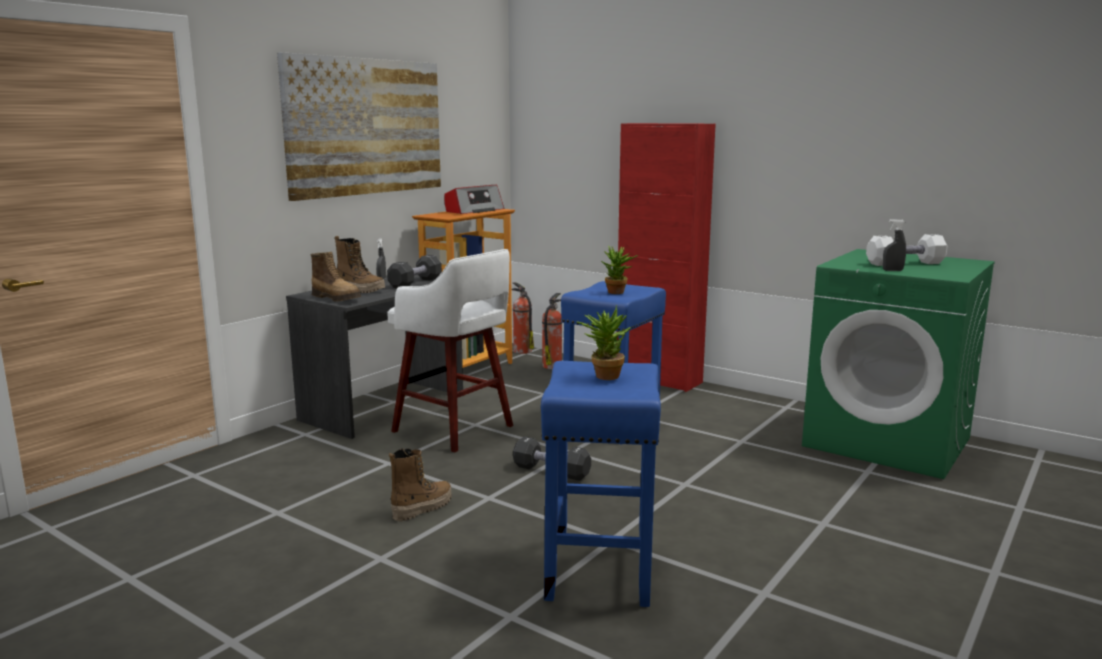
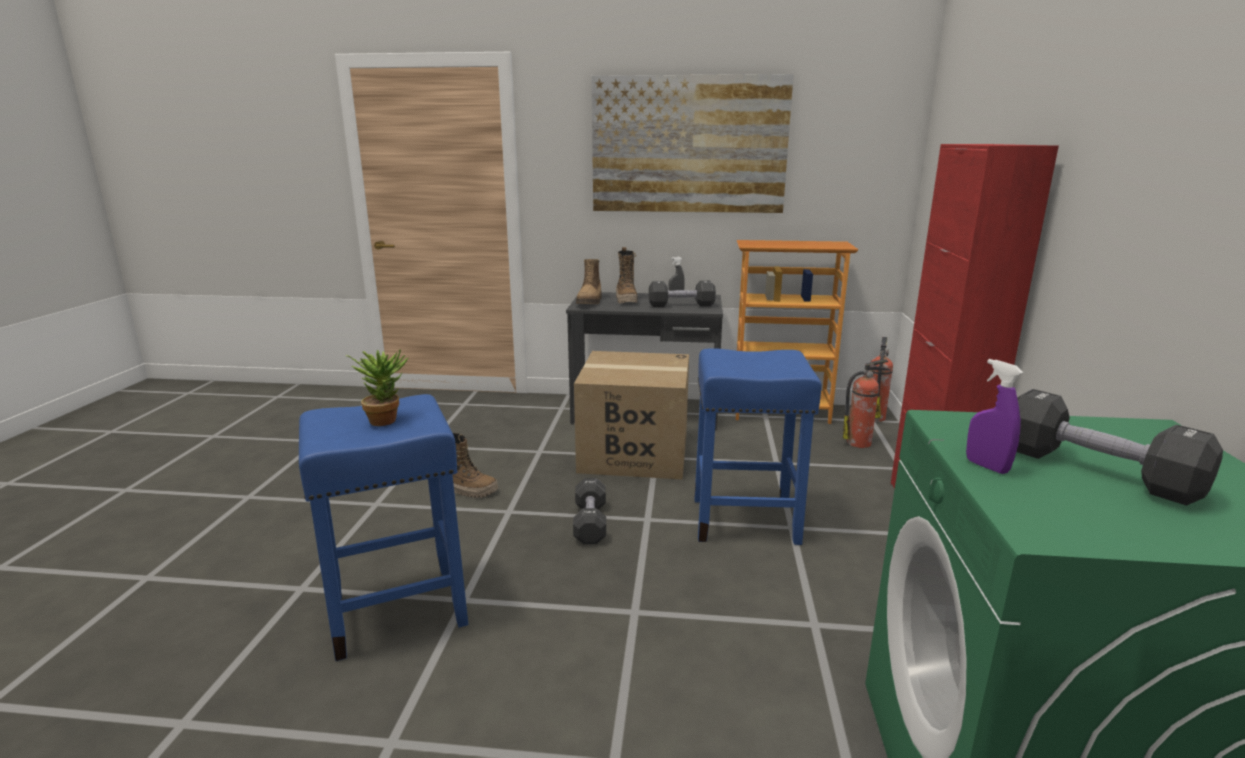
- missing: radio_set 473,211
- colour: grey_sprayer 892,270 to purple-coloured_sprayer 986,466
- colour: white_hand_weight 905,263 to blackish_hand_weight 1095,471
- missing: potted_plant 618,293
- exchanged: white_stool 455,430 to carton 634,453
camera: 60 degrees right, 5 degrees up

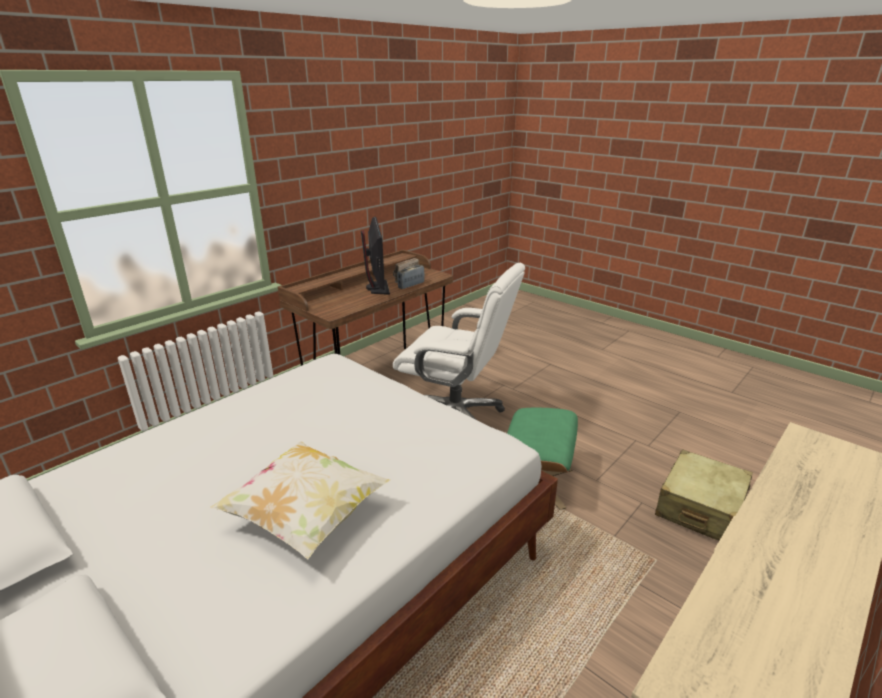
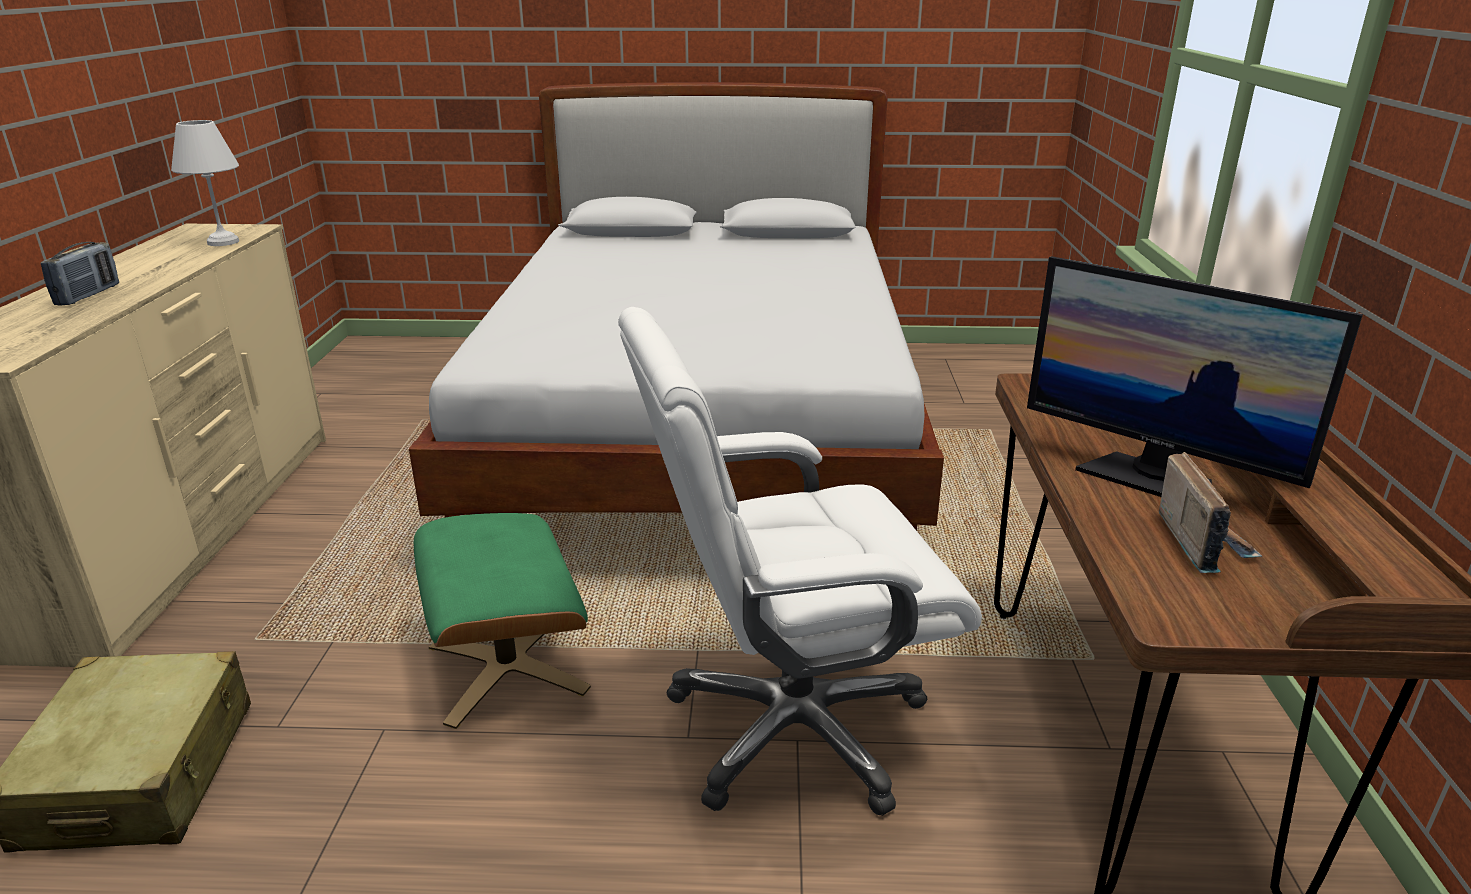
- relocated: radio_set 411,285 to 88,295
- missing: cushion 306,517
- appeared: white_table_lamp 224,242
camera: 140 degrees right, 0 degrees up

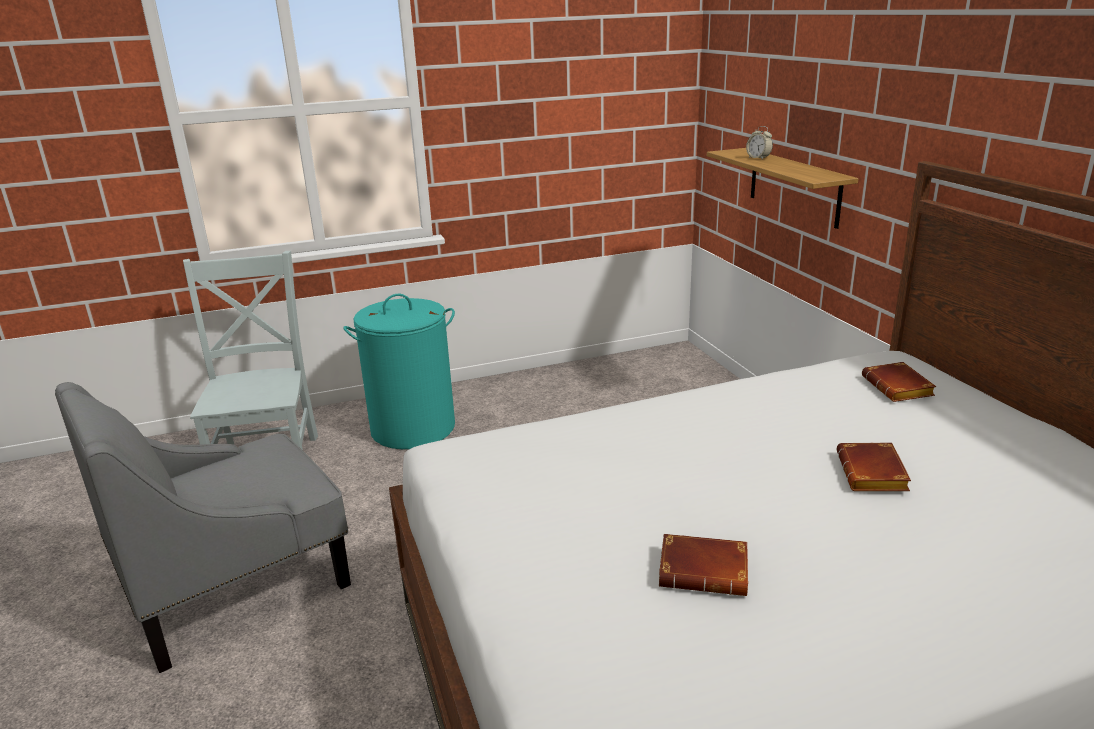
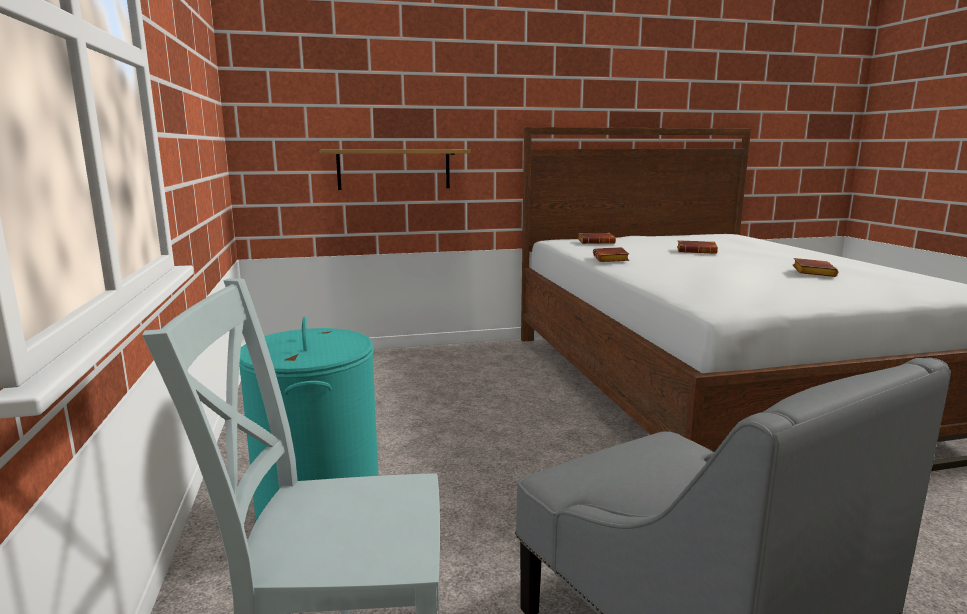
- missing: bedside_clock 758,158
- appeared: brown-coloured_bound_book 612,259
camera: 85 degrees left, 10 degrees down

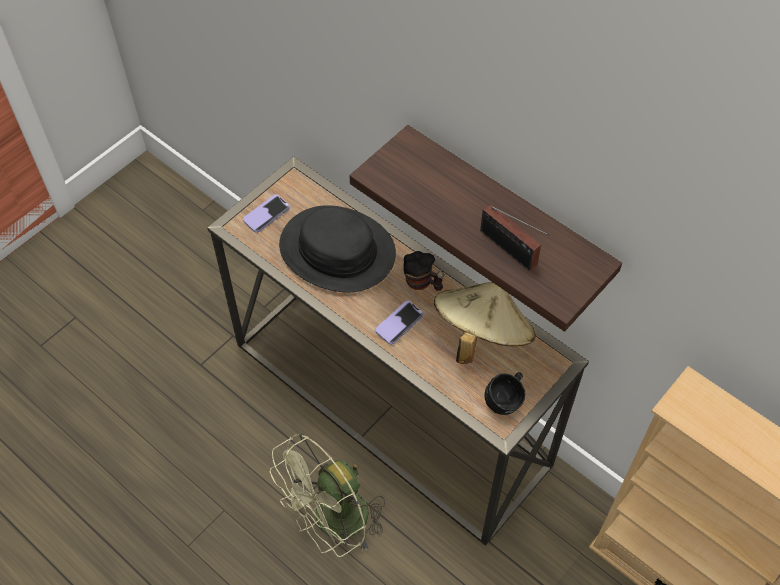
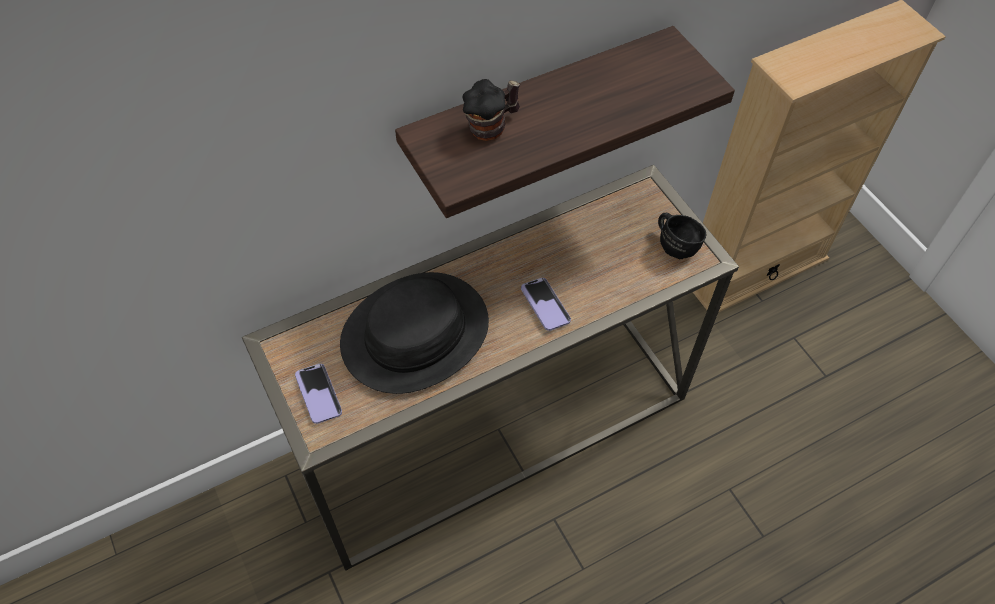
- missing: radio_set 510,250
- relocated: coffee_mug 422,283 to 492,126
- missing: sand-coloured_clothing_hat 481,335
- missing: green_electric_fan 333,523
camera: 70 degrees left, 0 degrees up

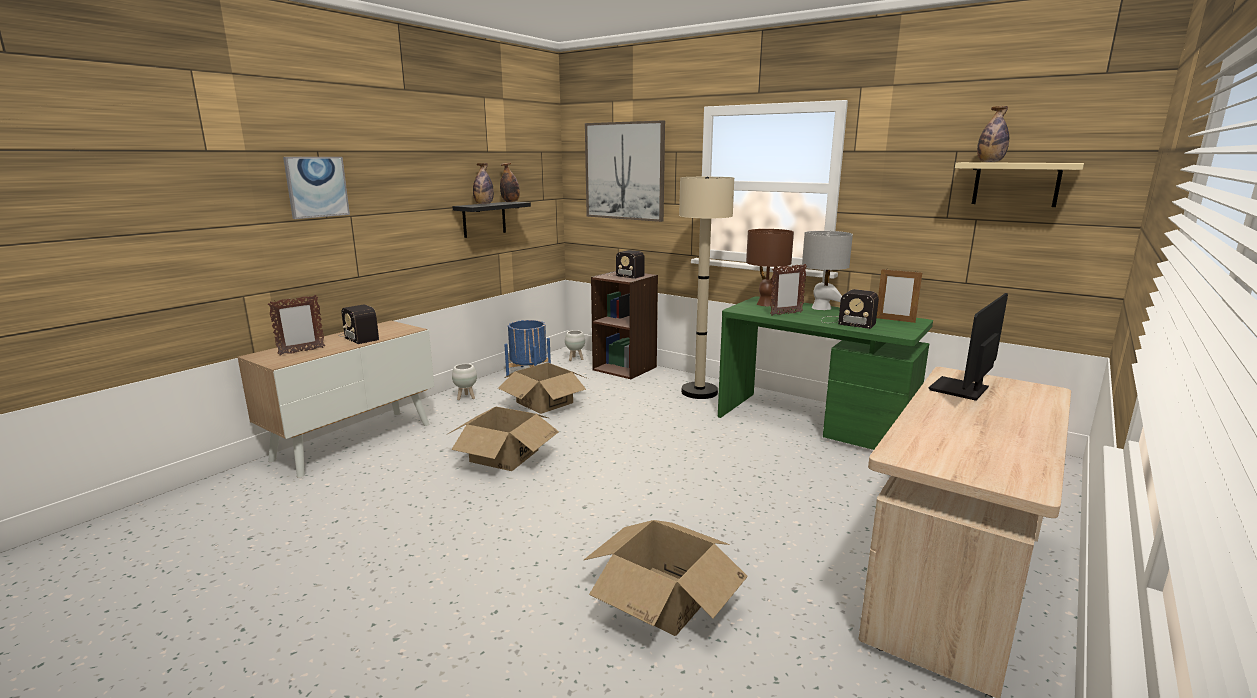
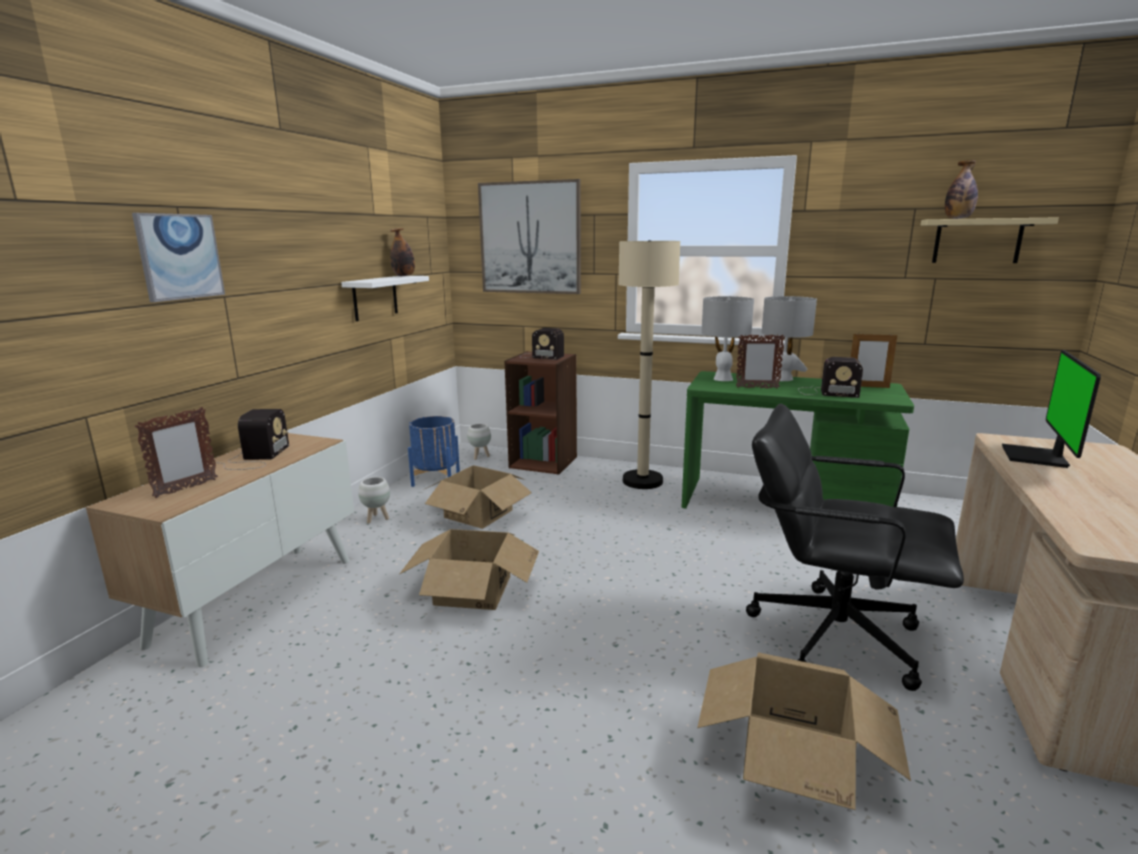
- missing: beverage_bottle 484,204
- colour: blackish_shelf 484,219 to white_shelf 375,297
- colour: brown-coloured_table_lamp 765,304 to grey_table_lamp 723,379
- spun: picture_frame 786,314 = 757,388 45 degrees clockwise
- spun: radio_set 359,336 = 256,458 120 degrees counterclockwise
- appeared: blackish_office_chair 833,635
camera: 15 degrees left, 0 degrees up

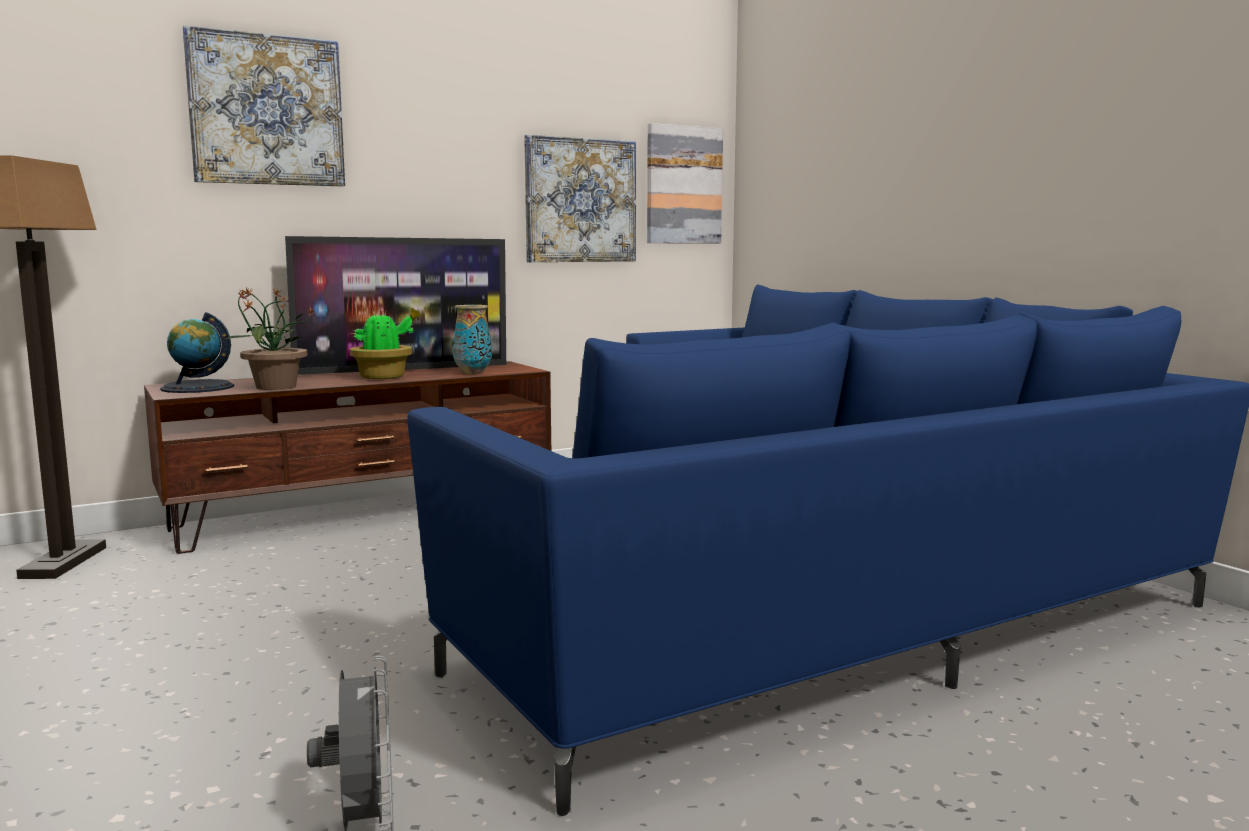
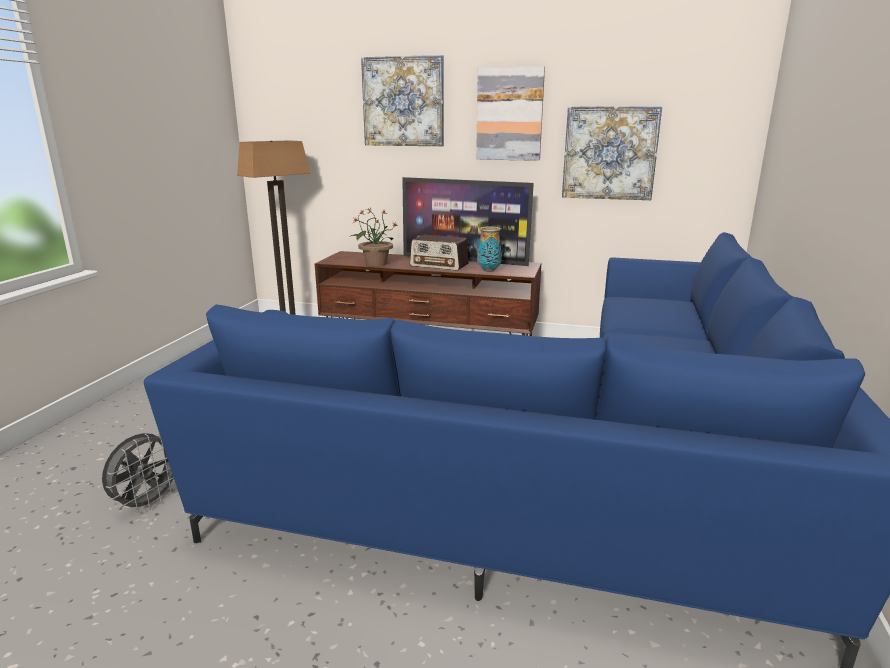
- relocated: picture 683,185 to 509,114
- exchanged: potted_plant 384,377 to radio_set 439,265
- missing: globe 197,387
camera: 45 degrees right, 10 degrees up

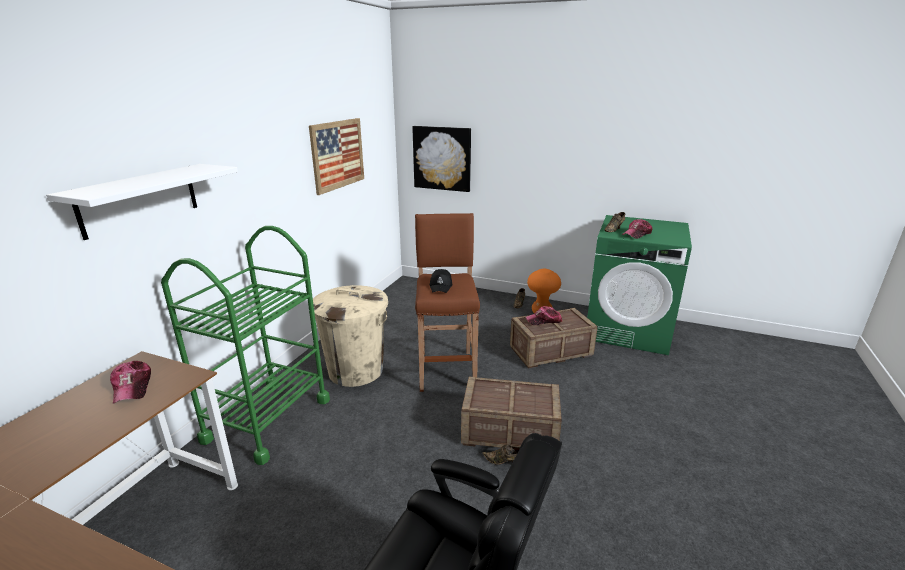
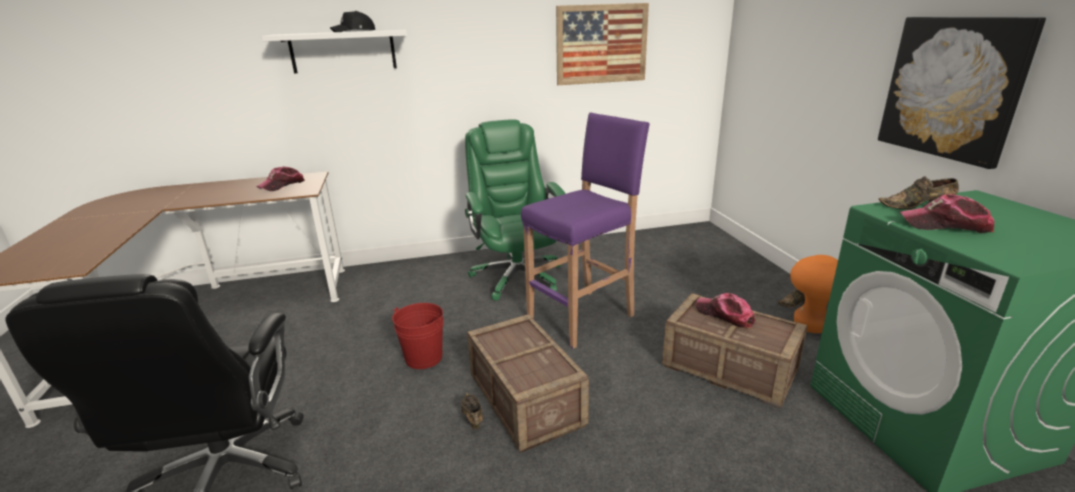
- relocated: picture 442,158 to 952,88
- colour: brown-coloured_stool 446,369 to purple-coloured_stool 583,316
- missing: green_trolley 268,419
- relocated: blackish_peaked_cap 441,286 to 354,31
- exchanged: sand-coloured_trash_can 355,370 to green_office_chair 517,276
- appeared: reddish_bucket 423,358
camera: 55 degrees right, 0 degrees up

